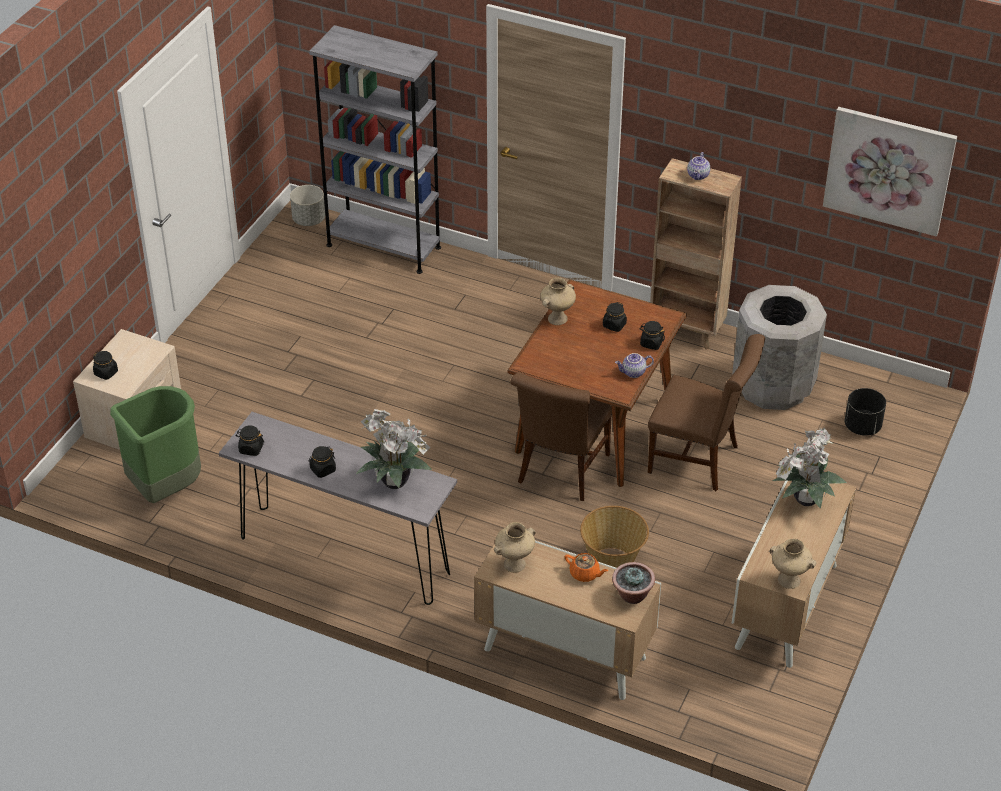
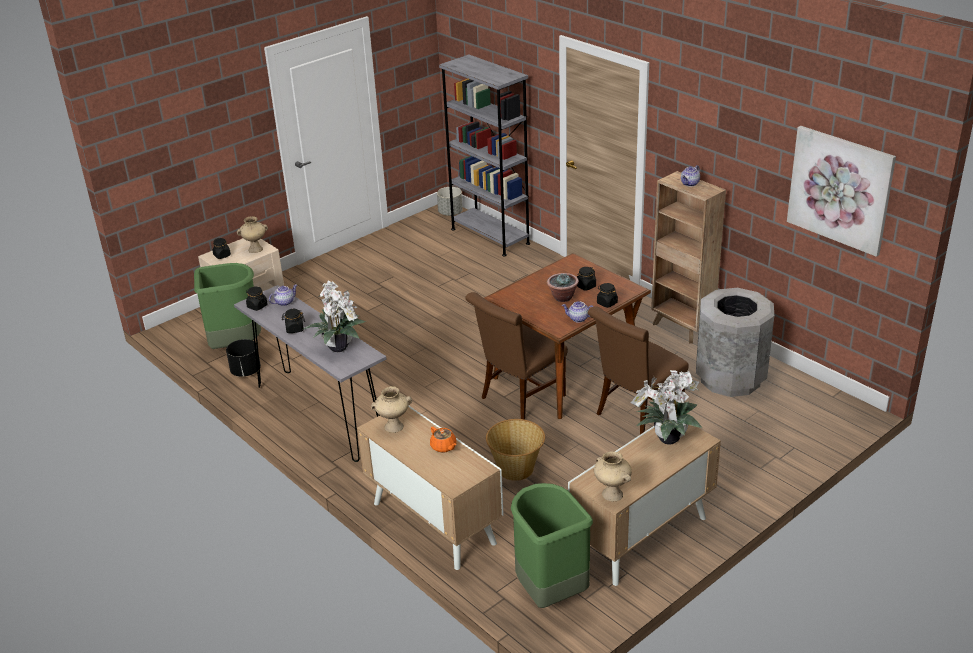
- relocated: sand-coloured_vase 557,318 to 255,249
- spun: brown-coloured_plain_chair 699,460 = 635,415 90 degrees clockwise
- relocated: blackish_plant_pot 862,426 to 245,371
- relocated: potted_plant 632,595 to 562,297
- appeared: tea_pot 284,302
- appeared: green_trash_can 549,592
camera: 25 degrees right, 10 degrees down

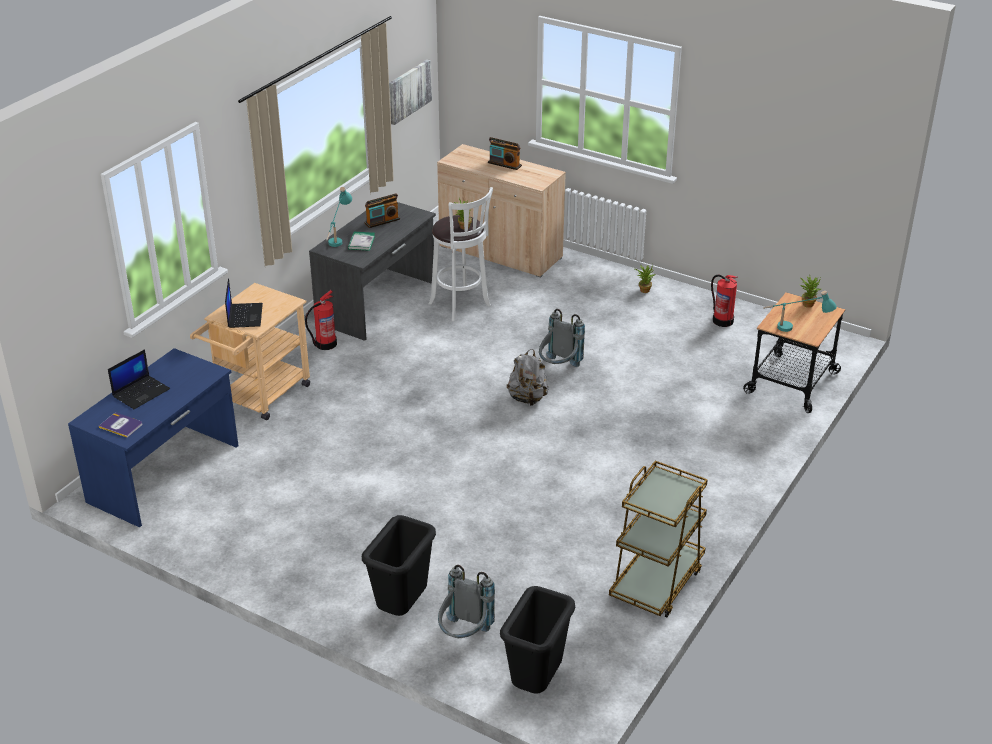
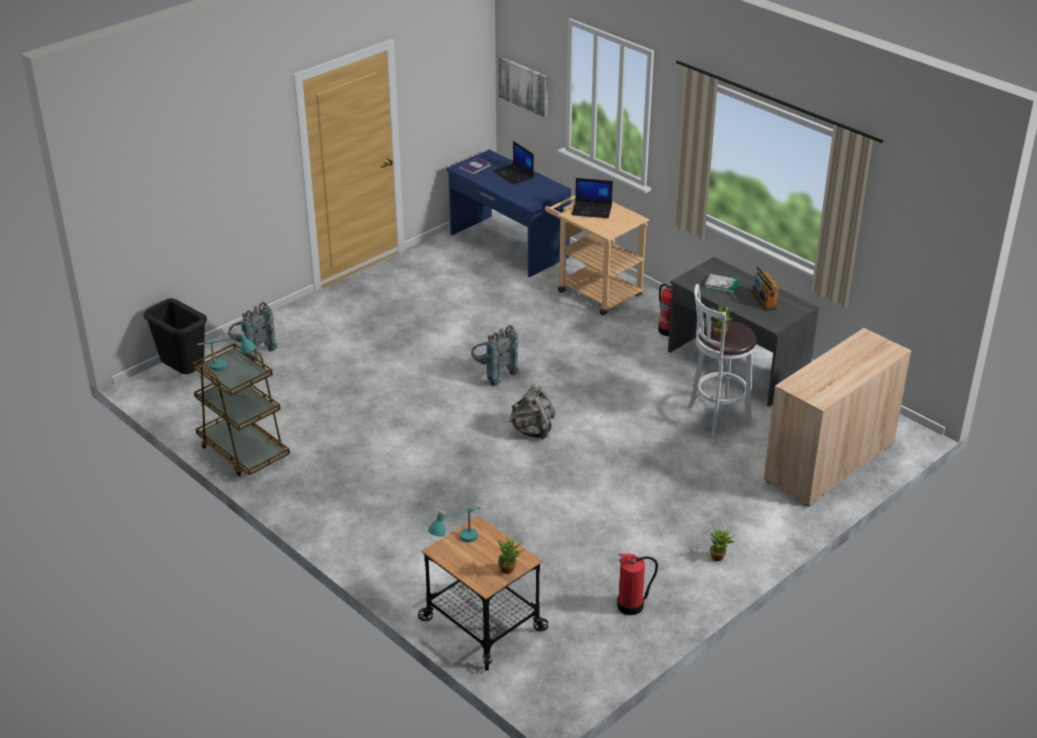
- relocated: picture 409,91 to 524,86
- missing: radio_set 504,164
- relocated: turquoise-coloured_table_lamp 338,238 to 228,369
- relocated: grey_backpack 559,368 to 492,373
- missing: blackish_trash_can 402,608
camera: 105 degrees right, 0 degrees up

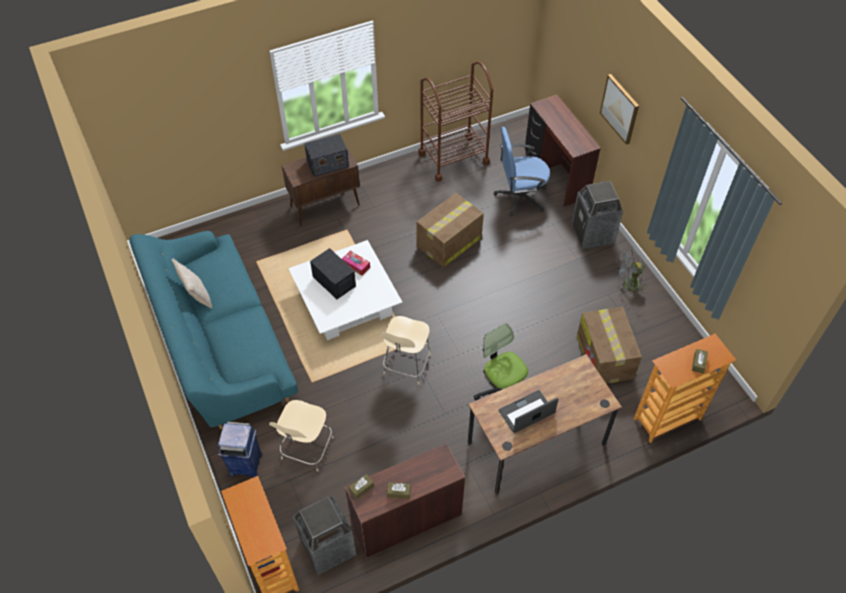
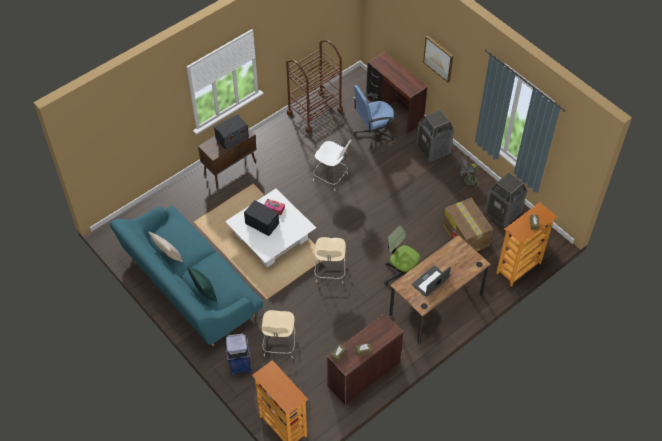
- exchanged: carton 448,242 to white_plain_chair 331,177
- relocated: trash_can 328,548 to 503,213
- appeared: green_cushion 204,292
camera: 15 degrees left, 0 degrees up

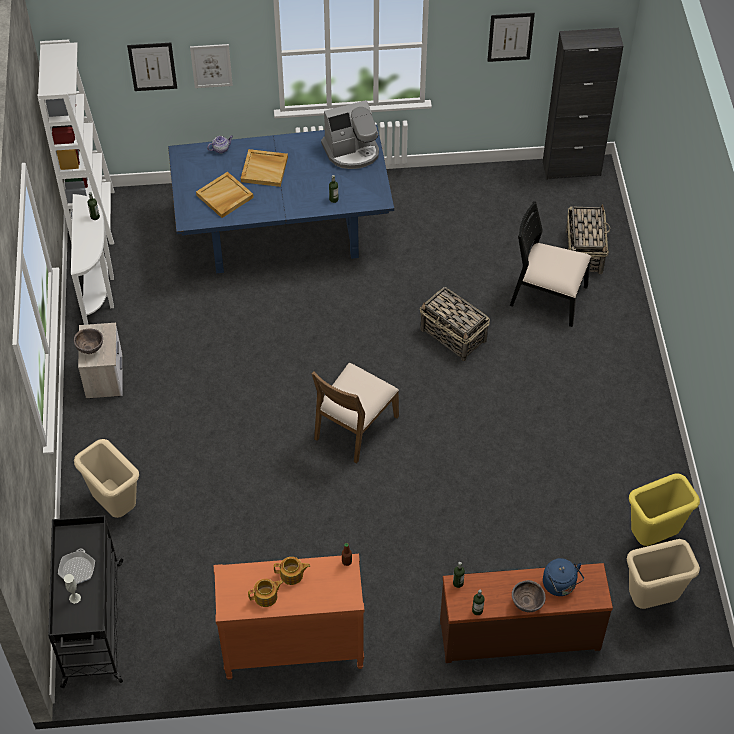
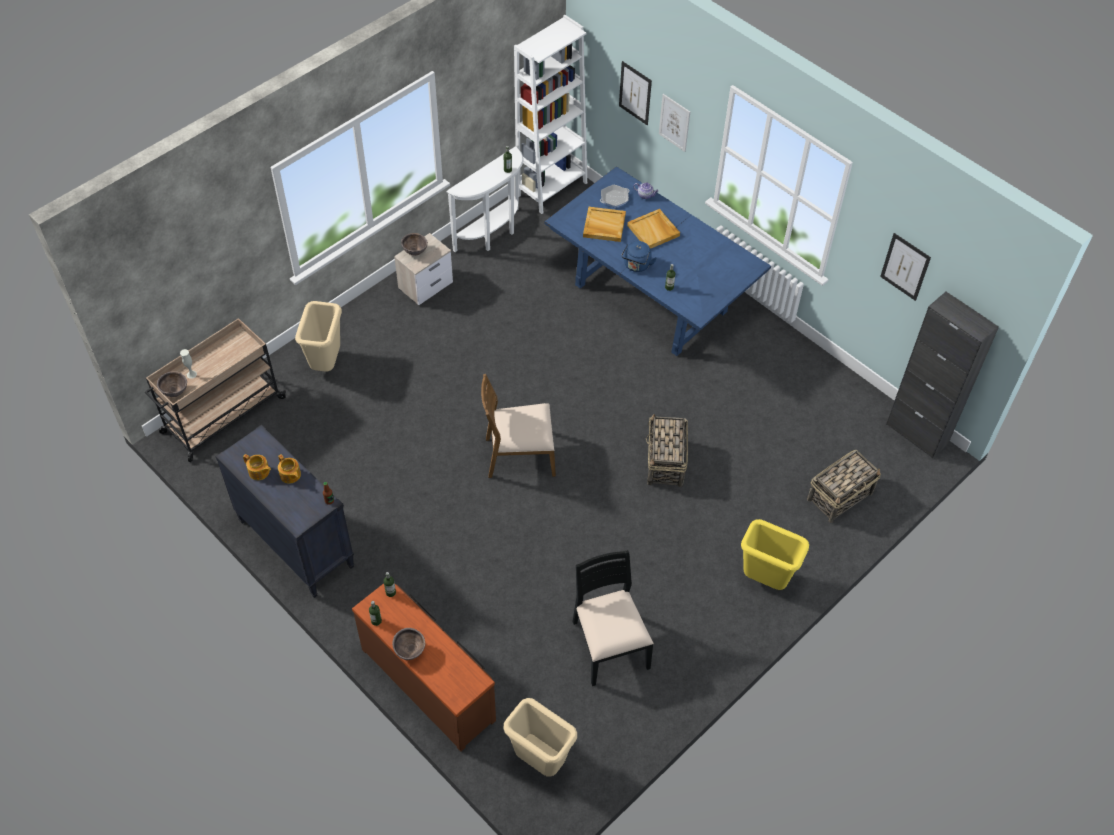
- missing: coffee_machine 352,151
- relocated: blackish_plain_chair 547,297 to 609,644
- relocated: yellowish_trash_can 653,536 to 765,580
- colour: blackish_trolley 92,625 to sand-coloured_trolley 222,416
- relocated: skillet 77,570 to 614,198
- colour: orange-coloured_dresser 292,649 to blackish_dresser 295,544
- relocated: blue-coloured_water_kettle 560,585 to 636,266
- appeared: brown-coloured_deep_dish 175,392
camera: 50 degrees right, 0 degrees up

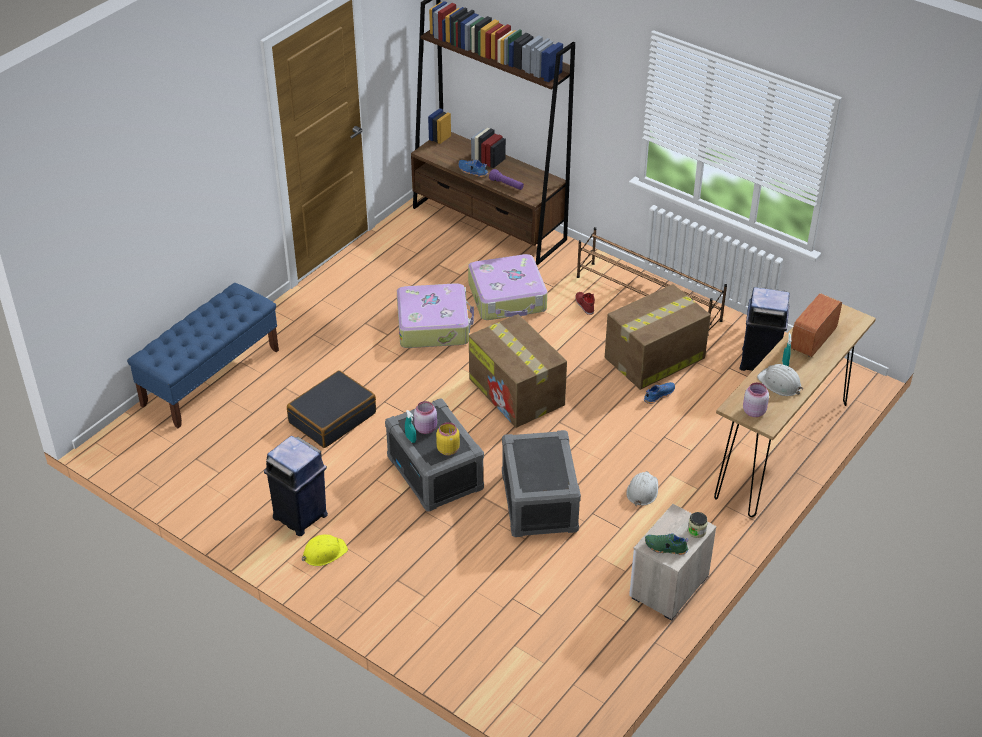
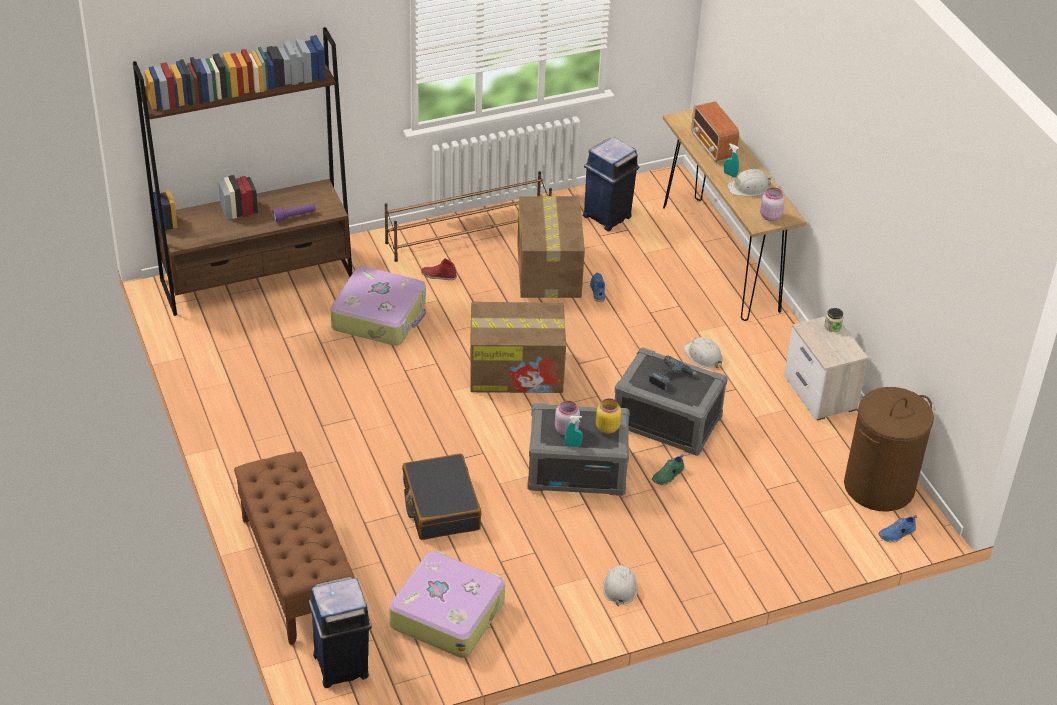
- relocated: blue-coloured_item_of_footwear 472,172 to 897,534
- colour: blue-coloured_long_seat 211,377 to brown-coloured_long_seat 296,571
- relocated: piece_of_luggage 434,325 to 447,613
- relocated: blue-coloured_trash_can 301,517 to 342,665
- relocated: green_item_of_footwear 665,548 to 668,476
- colour: yellowish_work_helmet 324,552 to white_work_helmet 619,587
- appeared: electric_drill 671,378
- appeared: brown-coloured_laundry_basket 879,487
camera: 60 degrees left, 0 degrees up

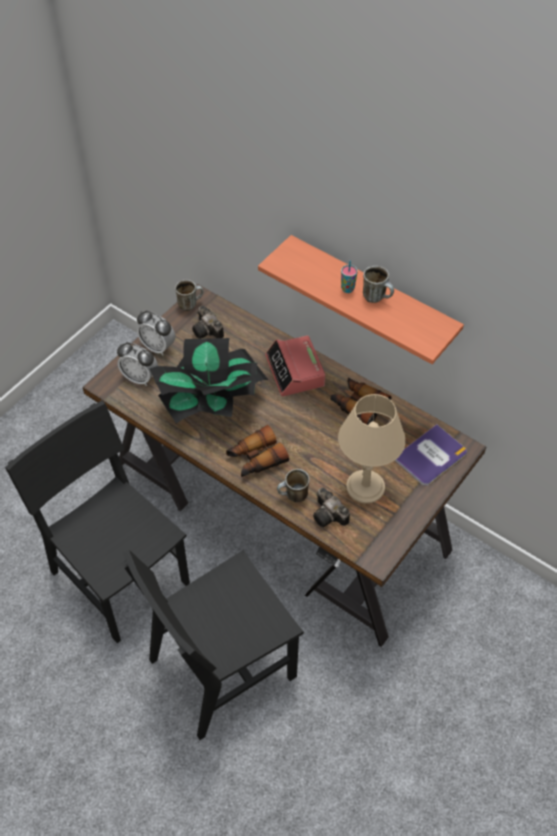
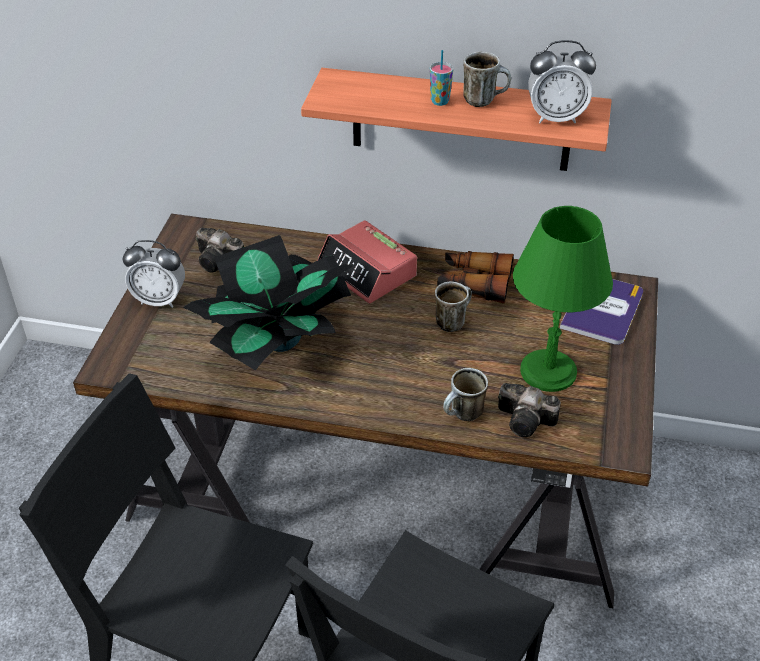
- relocated: coffee_mug 190,304 to 452,320
- relocated: bedside_clock 140,378 to 556,117
- colour: sand-coloured_table_lamp 365,487 to green_table_lamp 549,371
- missing: binoculars 256,459
camera: 25 degrees left, 10 degrees down

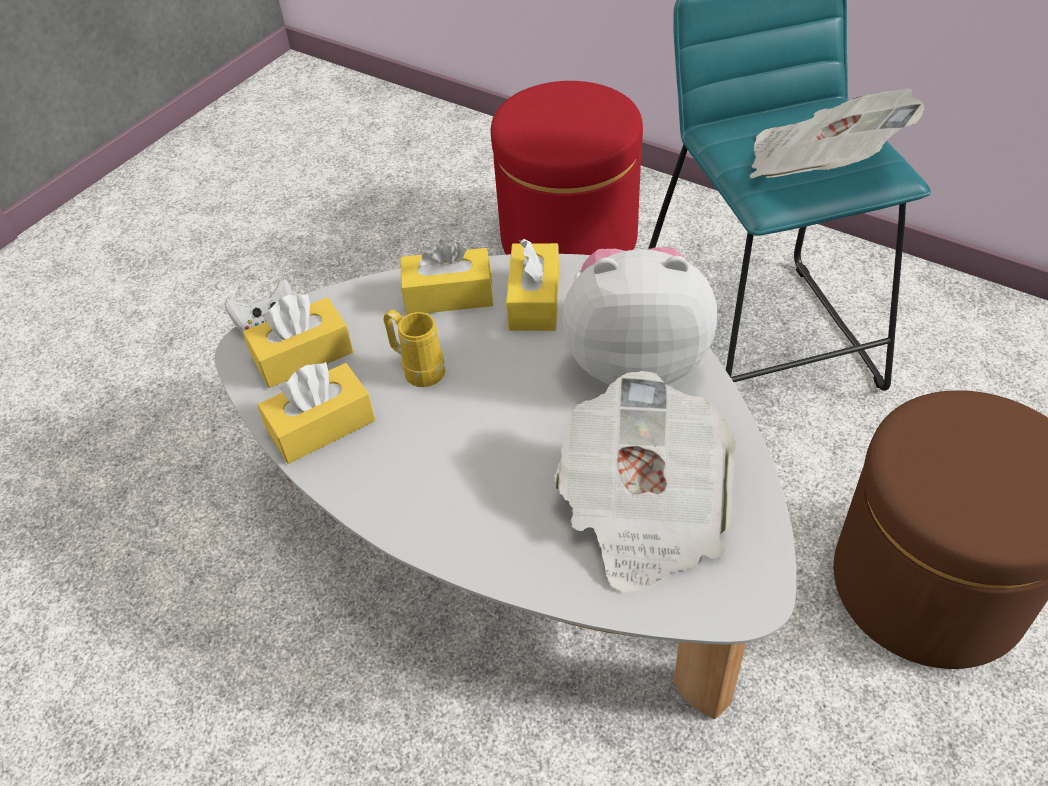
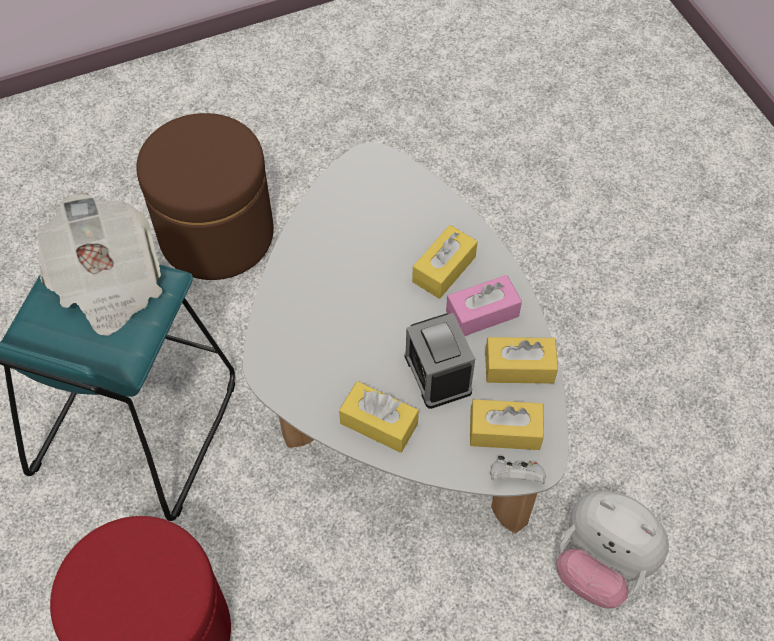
- relocated: yellowish_box_of_tissues 534,300 to 444,269
- relocated: soft_toy 635,359 to 601,564
- exchanged: yellowish_coffee_mug 418,369 to bedside_clock 437,373
- missing: newspaper 644,512
- appeared: pink-coloured_box_of_tissues 482,313
camera: 150 degrees left, 10 degrees up

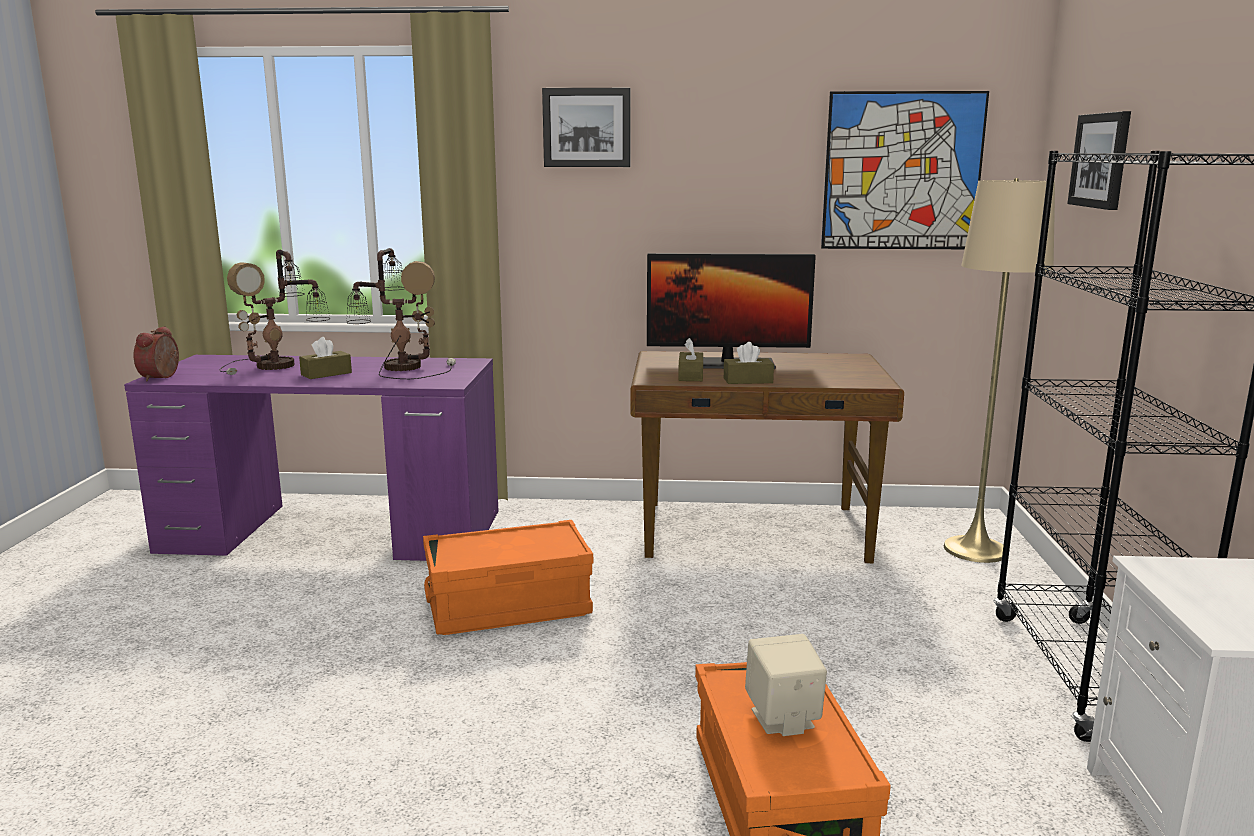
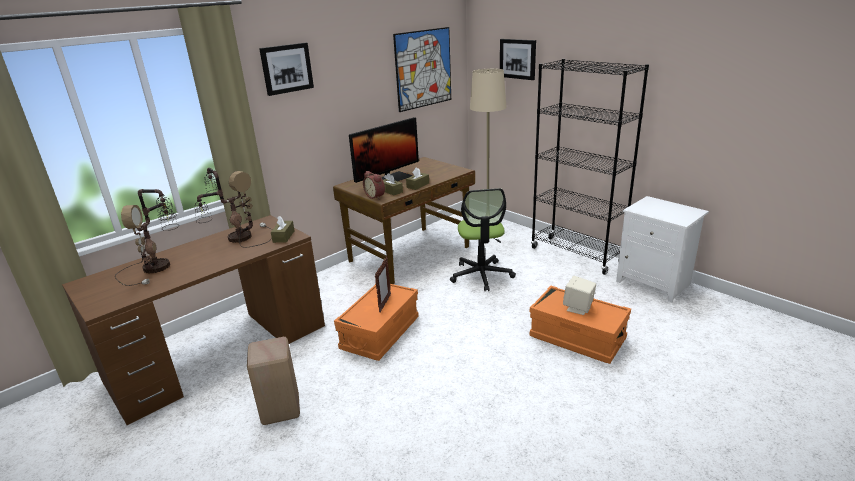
- relocated: bedside_clock 162,377 to 376,196
- relocated: brown-coloured_box_of_tissues 326,374 to 283,236
- colour: purple-coloured_desk_table 334,531 to brown-coloured_desk_table 220,351
- appeared: office_chair 481,275
- appeared: picture_frame 384,304
- appeared: sand-coloured_stool 279,410
camera: 45 degrees left, 10 degrees up

